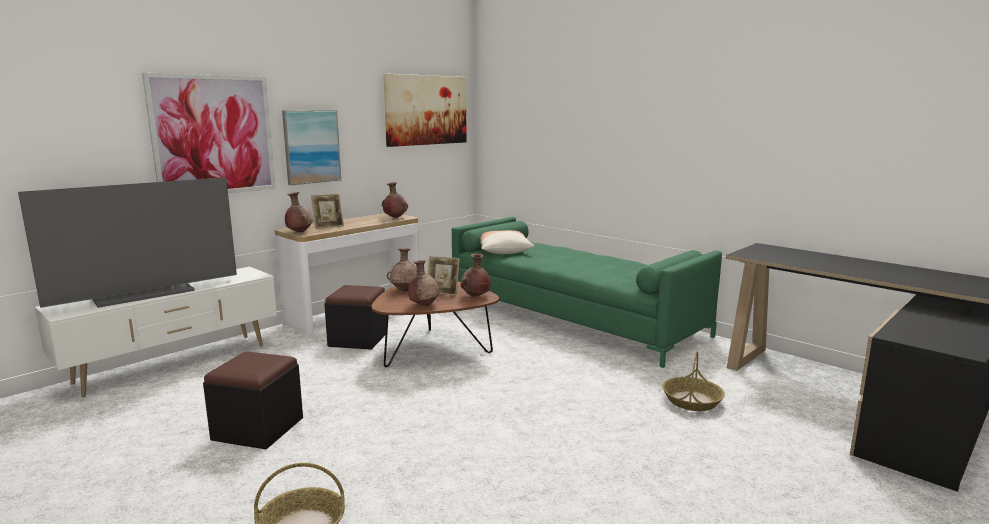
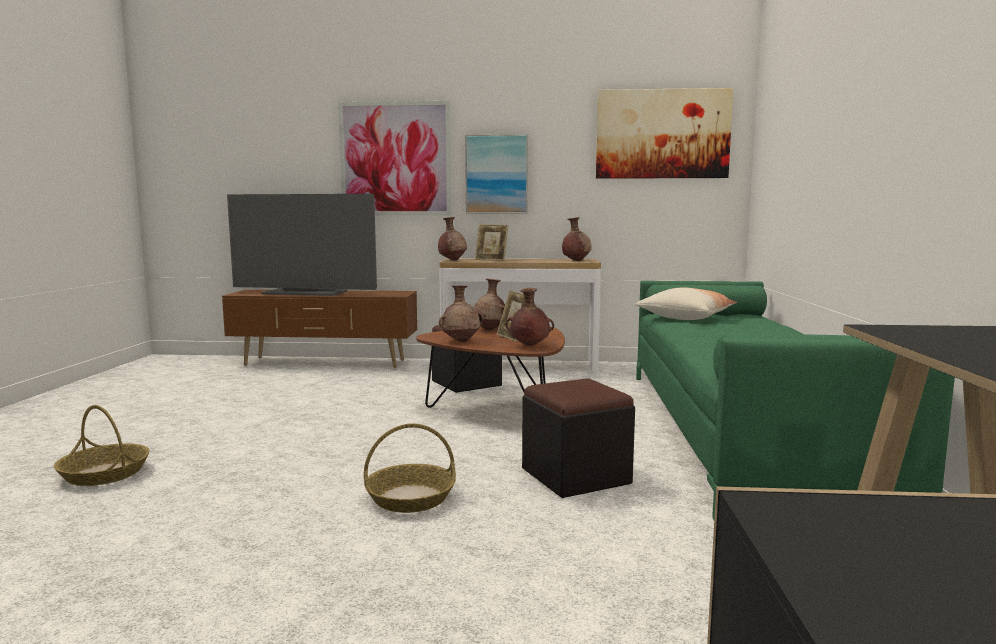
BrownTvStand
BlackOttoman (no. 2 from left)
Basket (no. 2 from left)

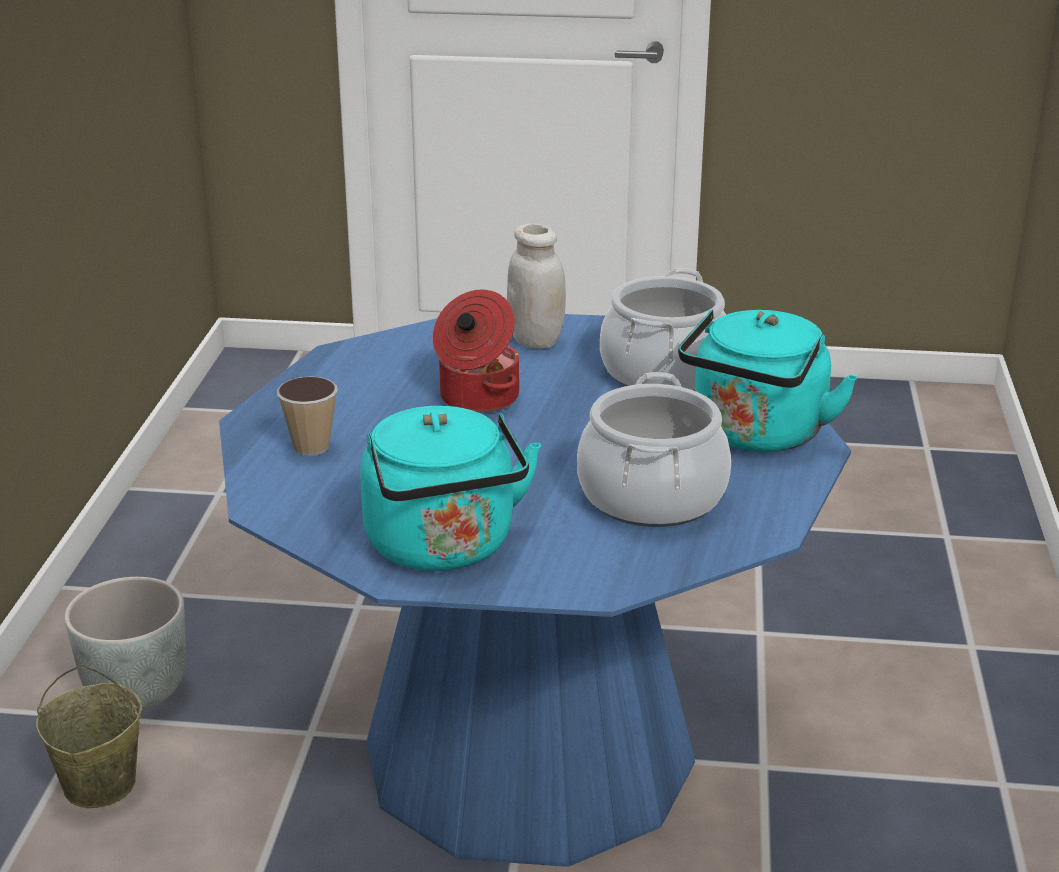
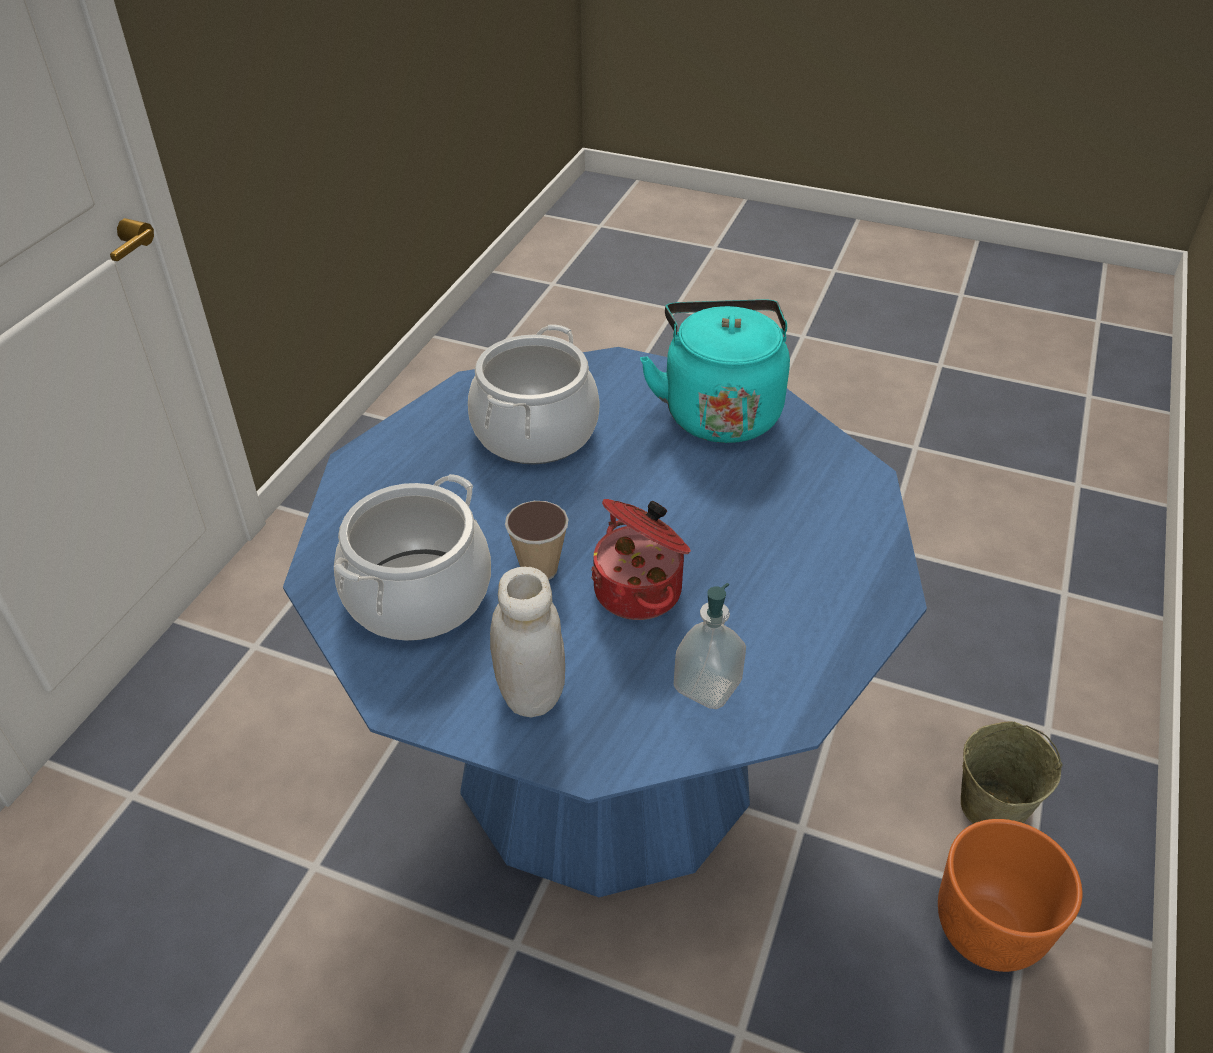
TurquoiseKettle (no. 2 from left in the first image)
Cup
OrangePlanter
SoapDispenser

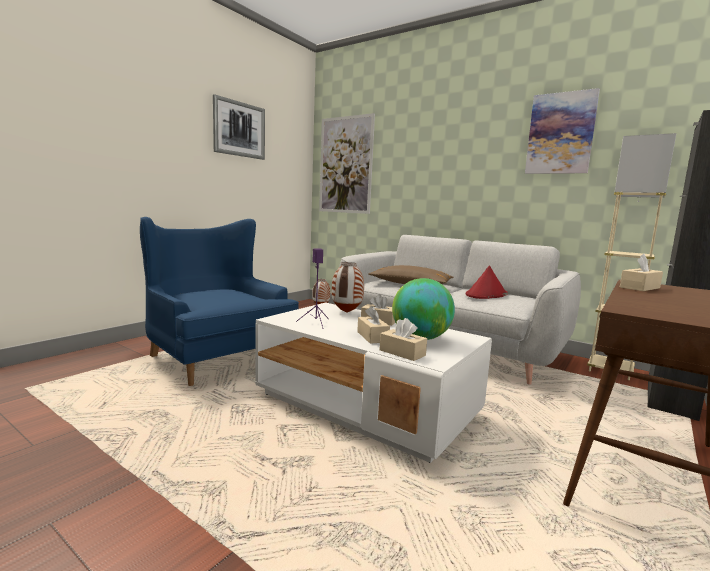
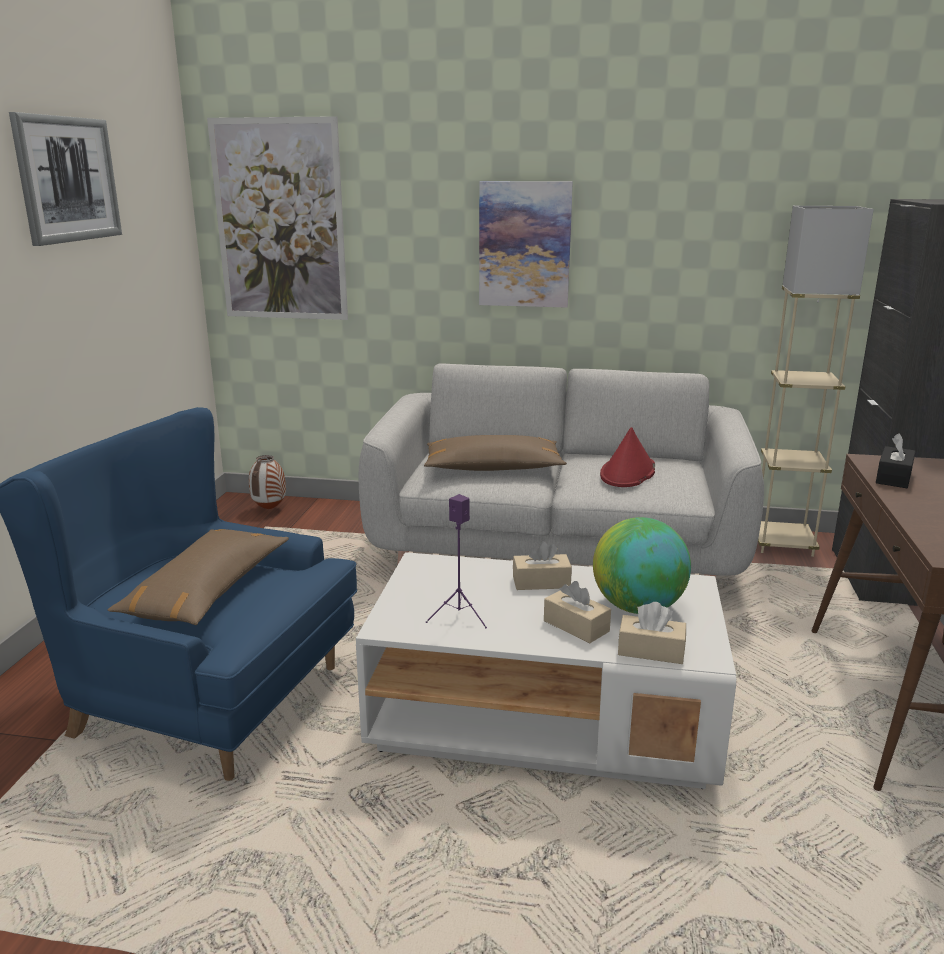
Picture (no. 3 from left)
BlackTissueBox
Vase (no. 2 from left in the first image)
BrownPillow (no. 1 from left)

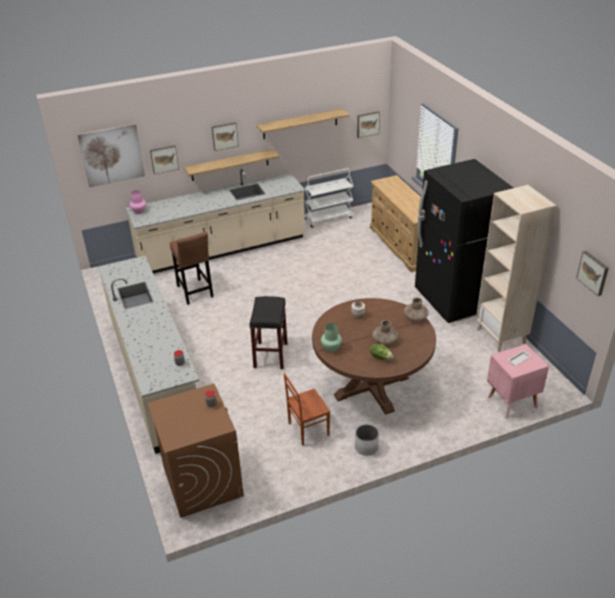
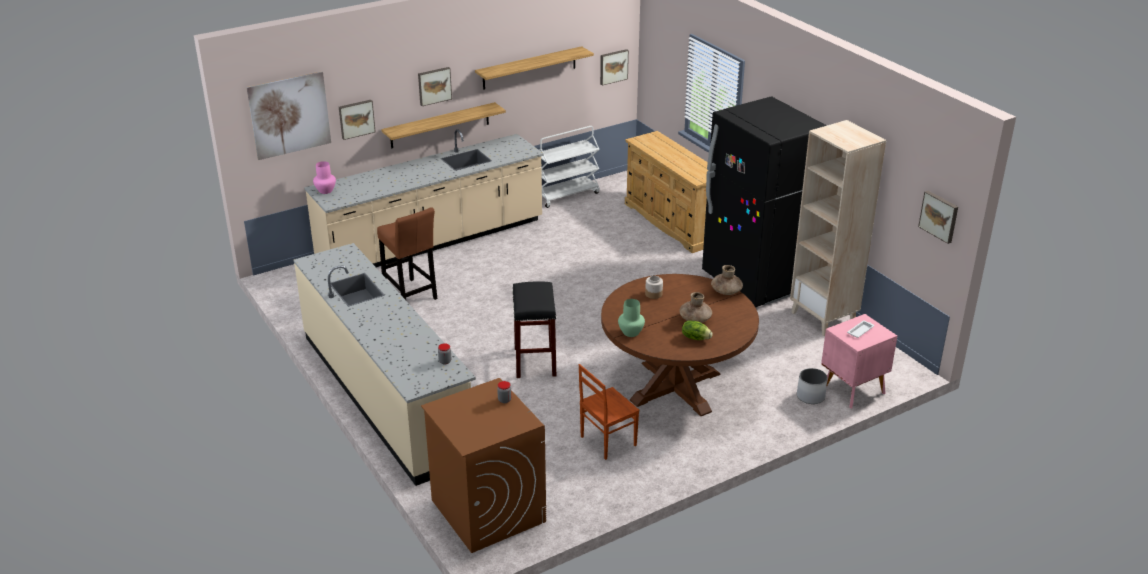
WhitePlanter

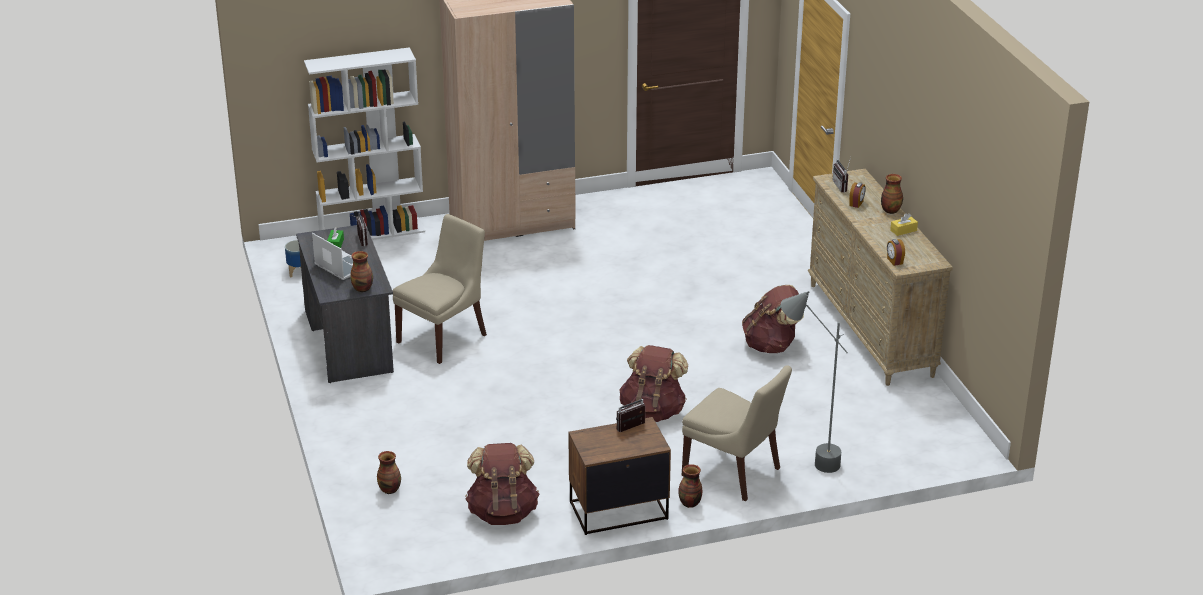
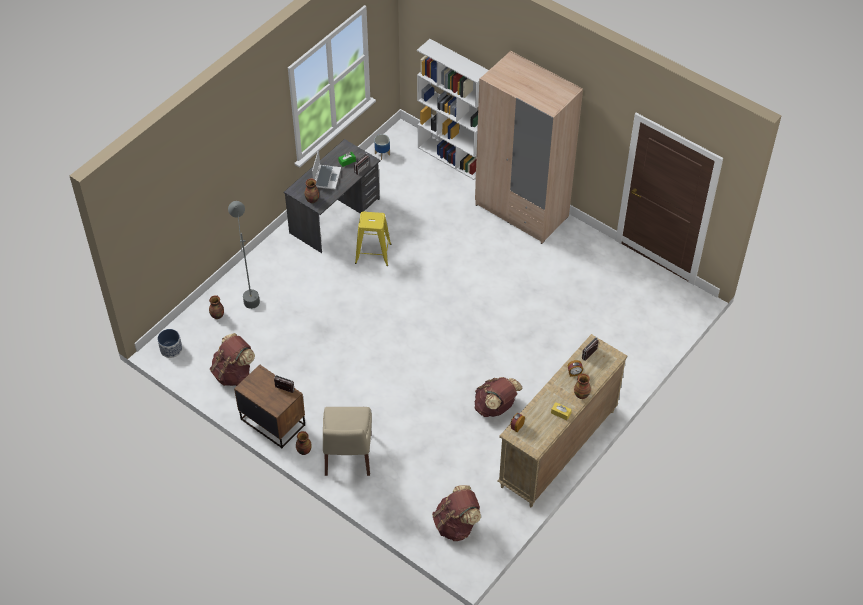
YellowStool
GreyFloorLamp
BrownBackpack (no. 2 from left)
Planter (no. 1 from left)

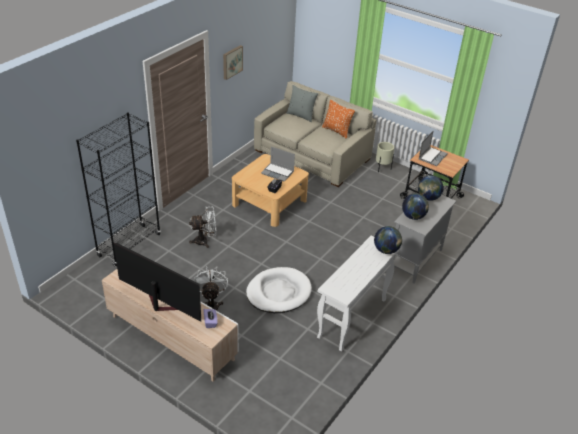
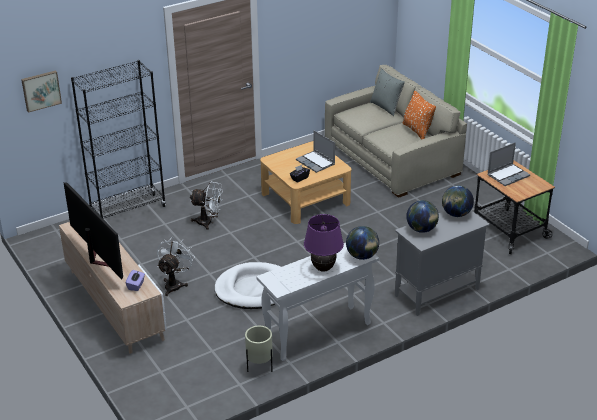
Picture
BeigePlanter
PurpleTableLamp

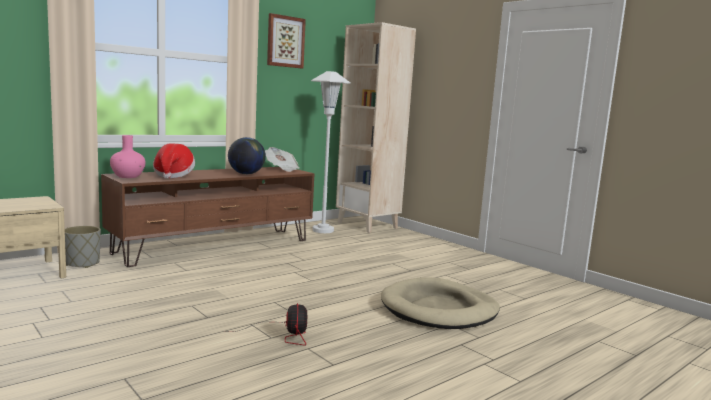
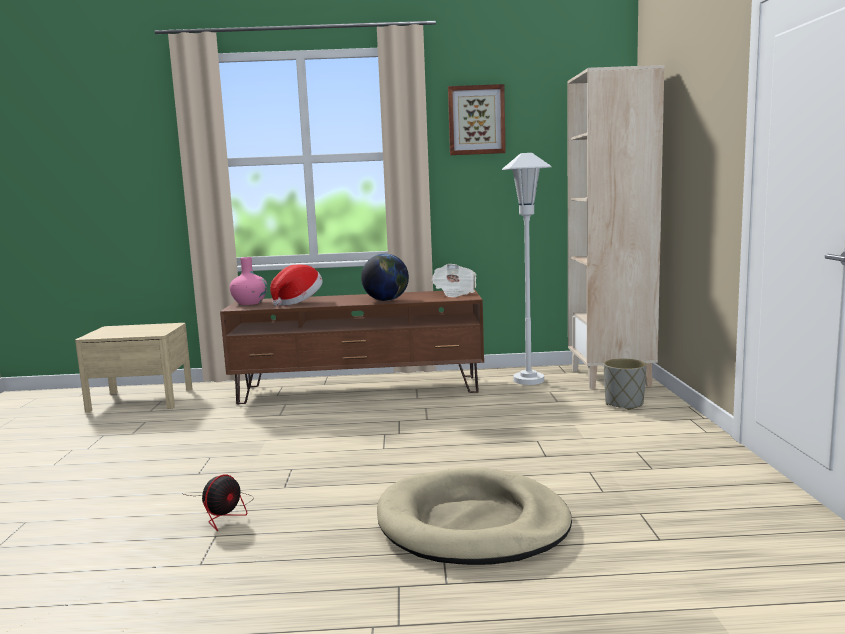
GreyPlanter

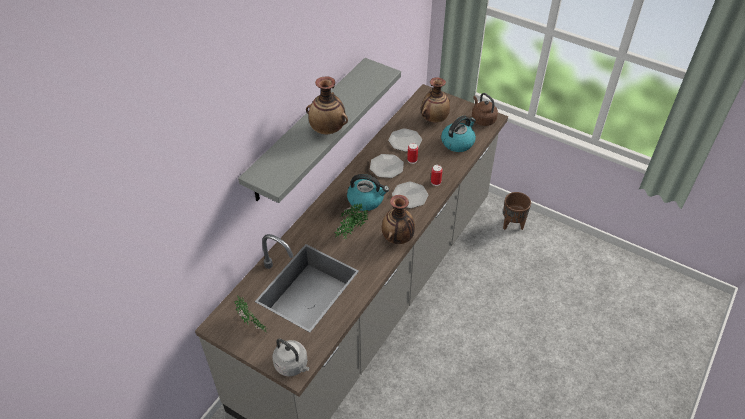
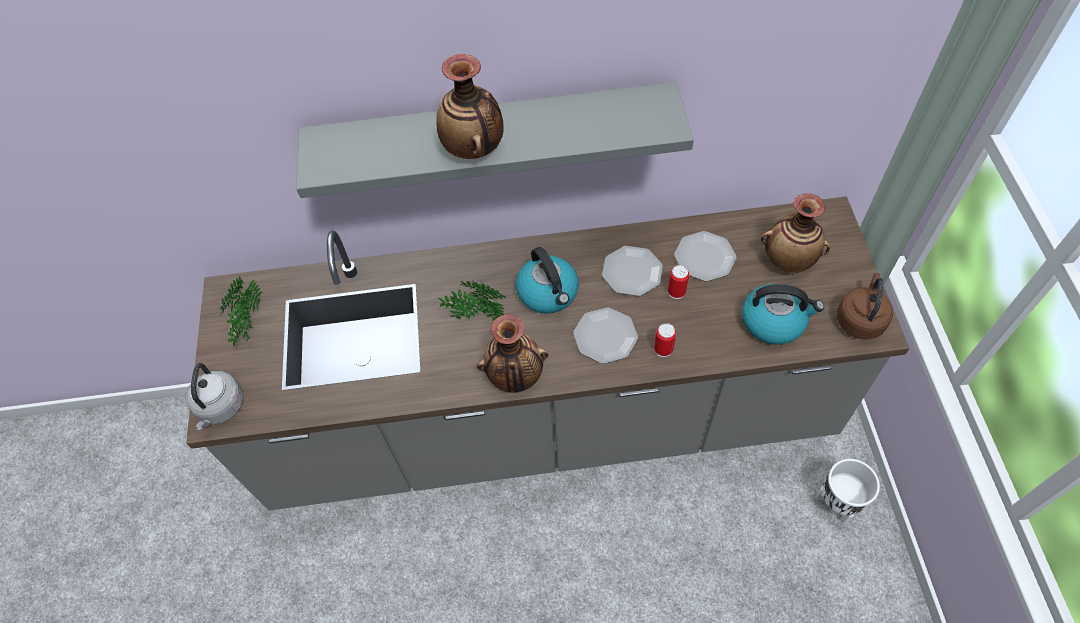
WhitePlanter

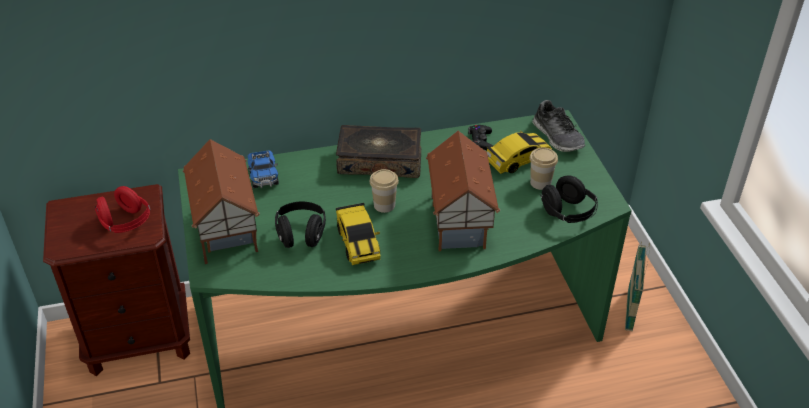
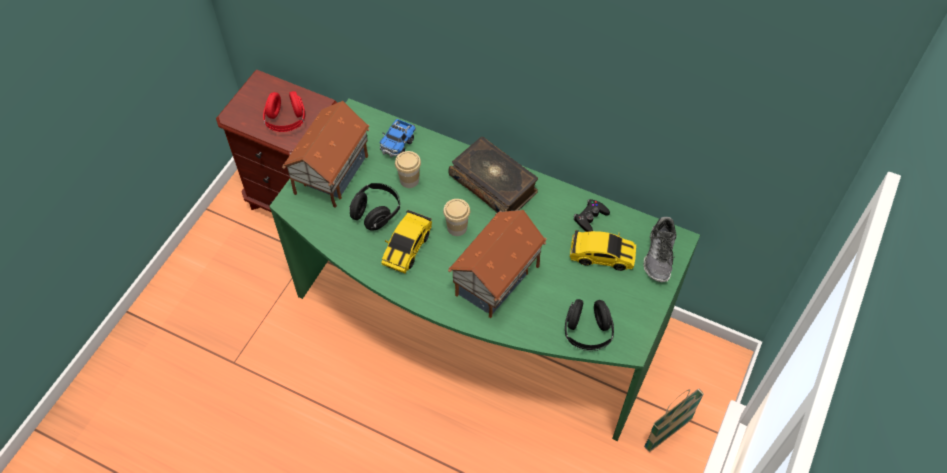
Cup (no. 1 from left)

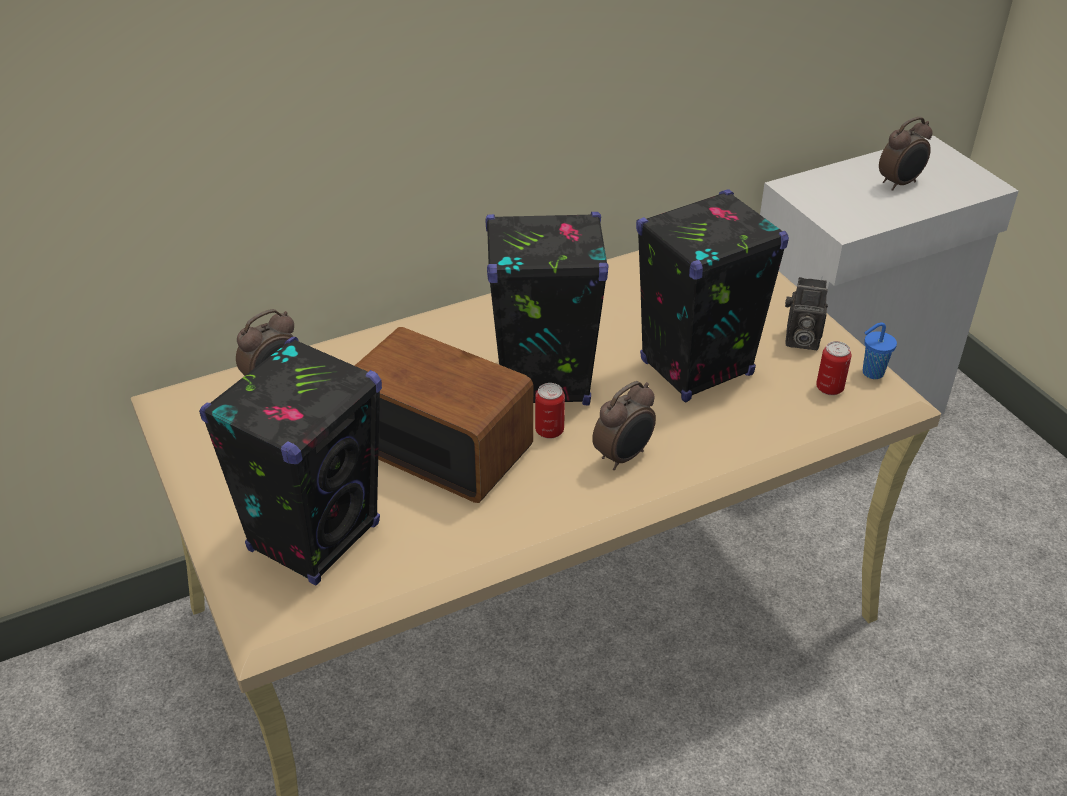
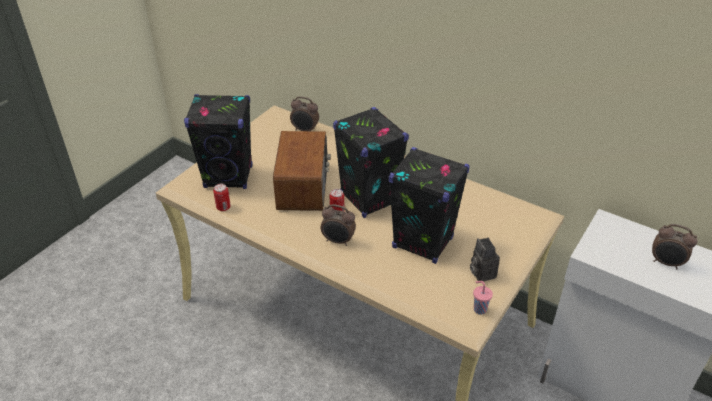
PinkCup
Can (no. 1 from left)

